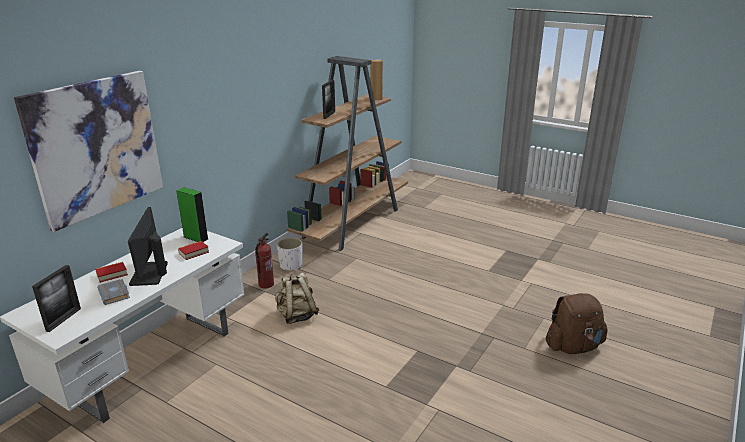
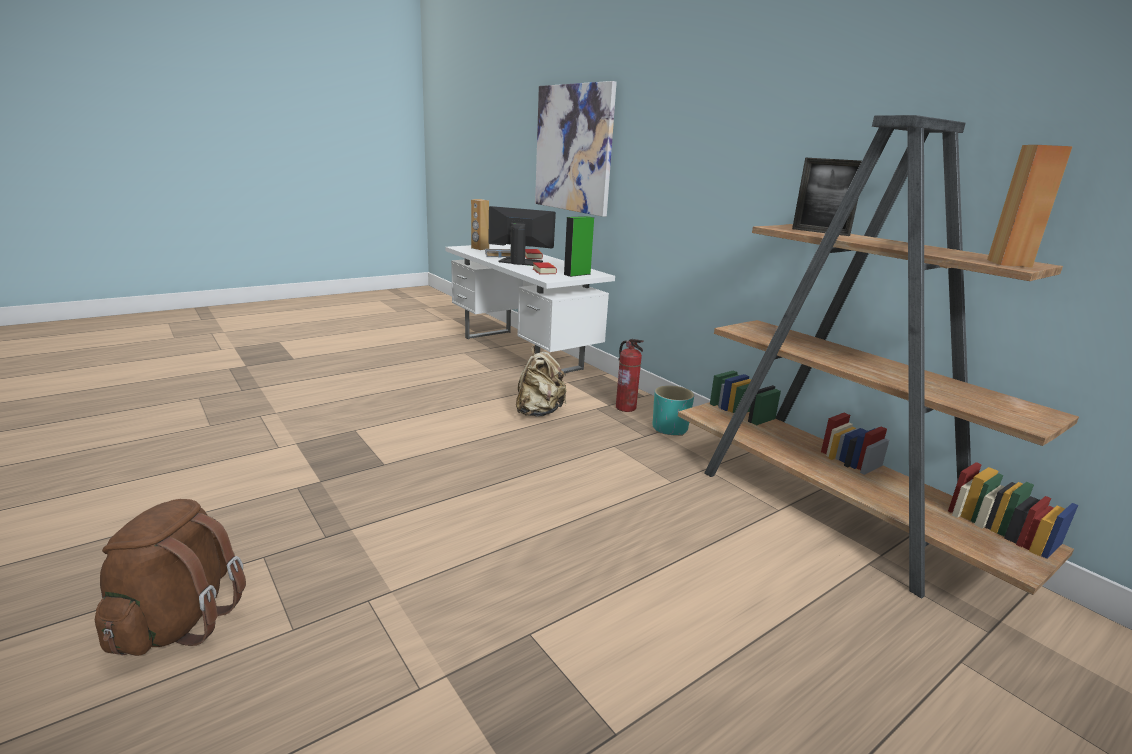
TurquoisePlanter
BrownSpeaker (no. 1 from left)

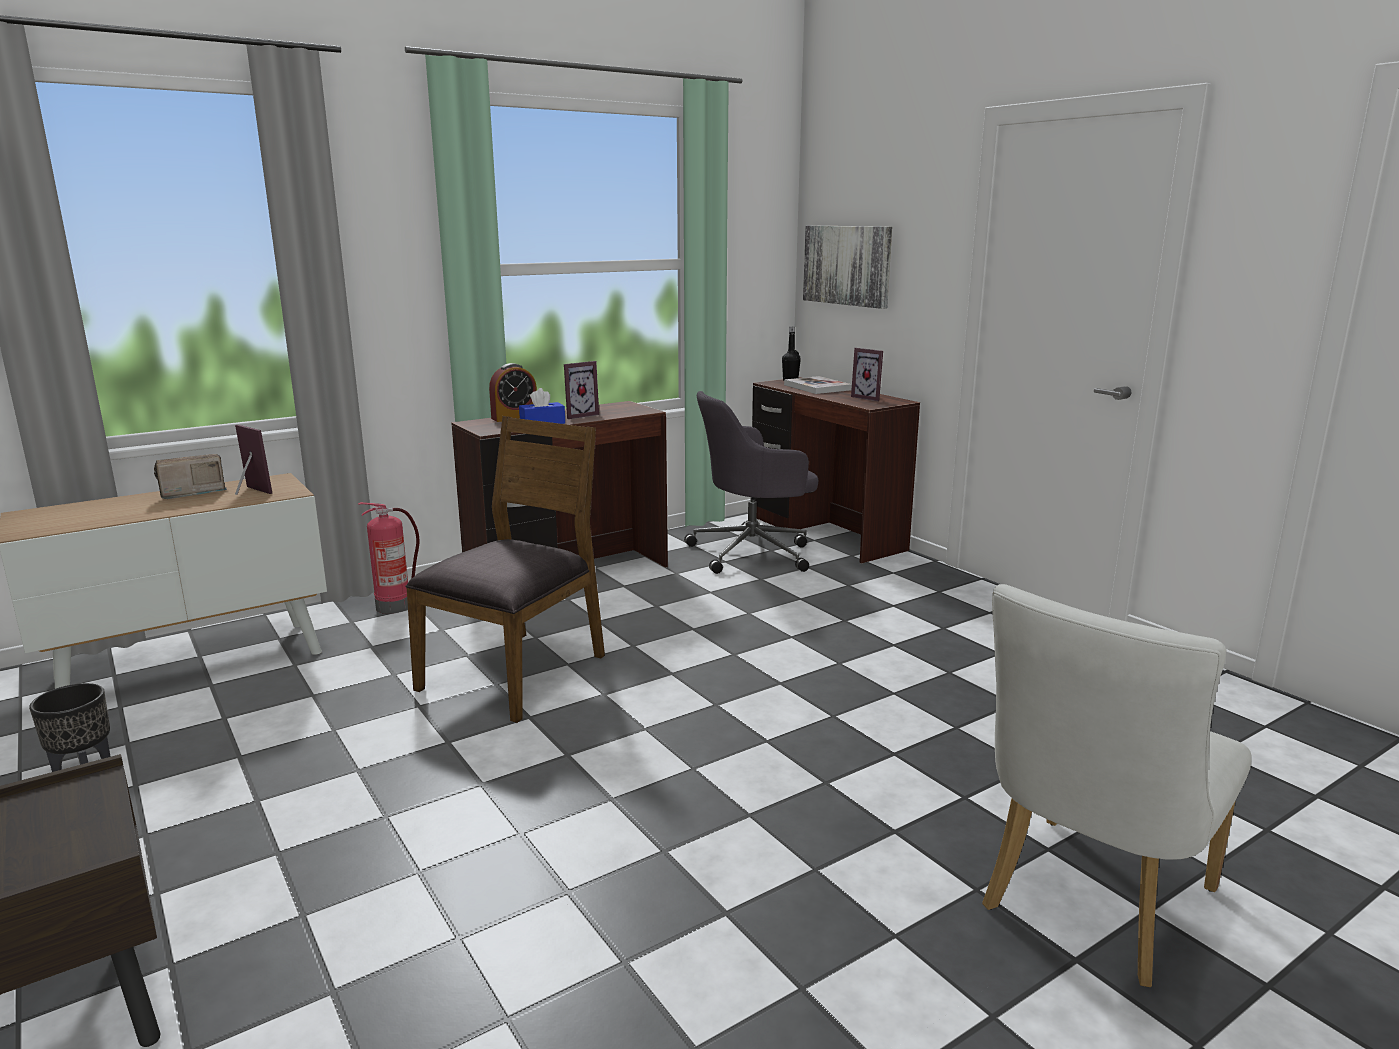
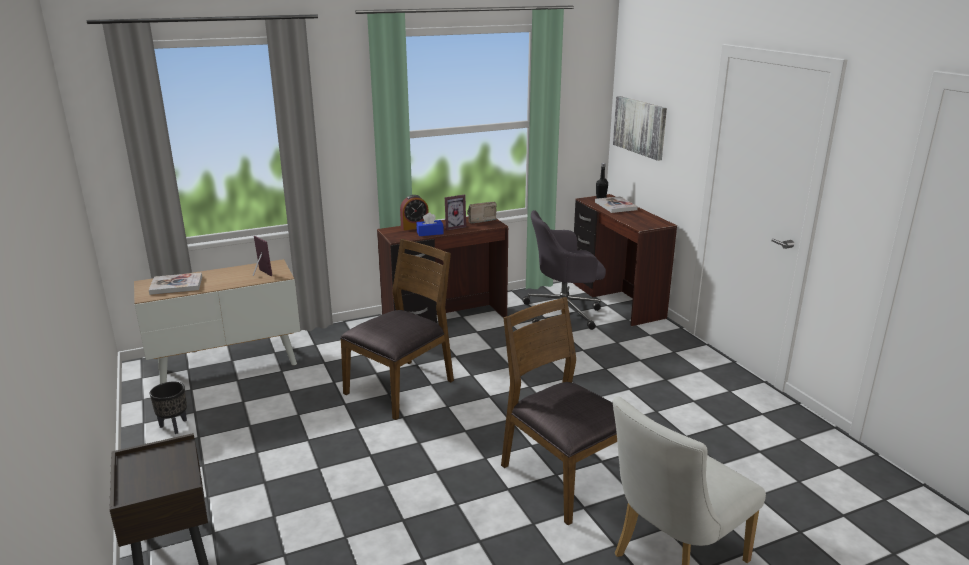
PictureFrame (no. 3 from left in the first image)
Radio
FireExtinguisher
Book (no. 1 from left)
BrownChair (no. 2 from left)

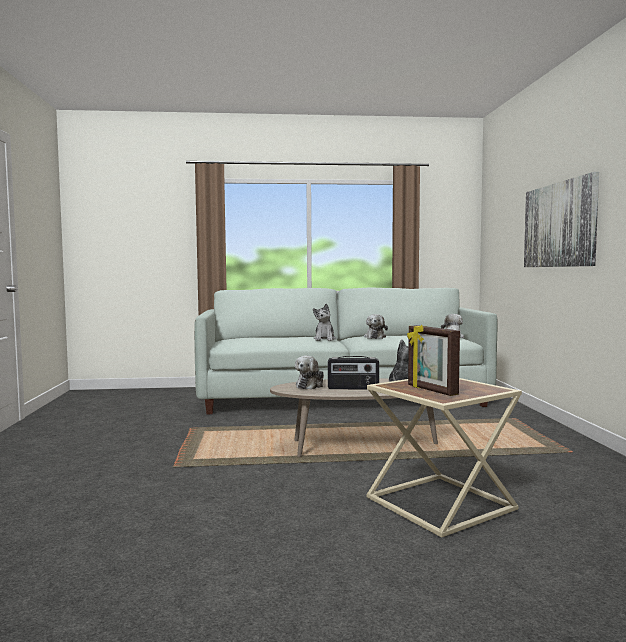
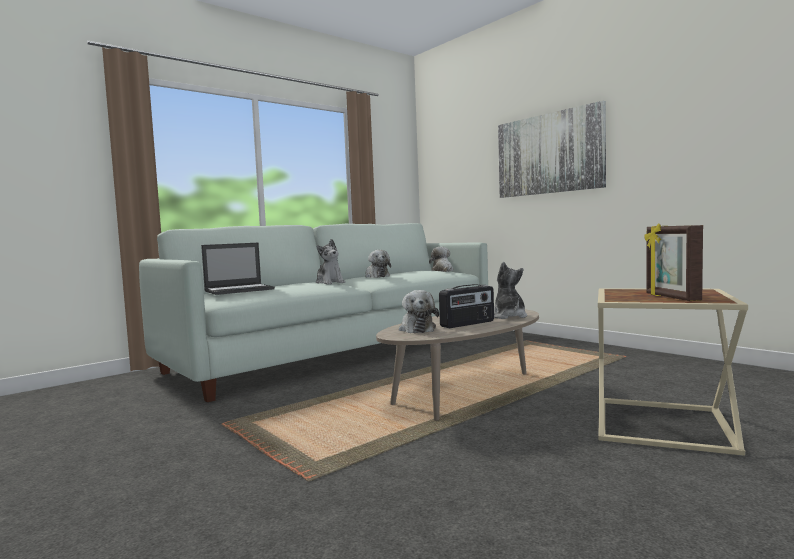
PictureFrame
Laptop

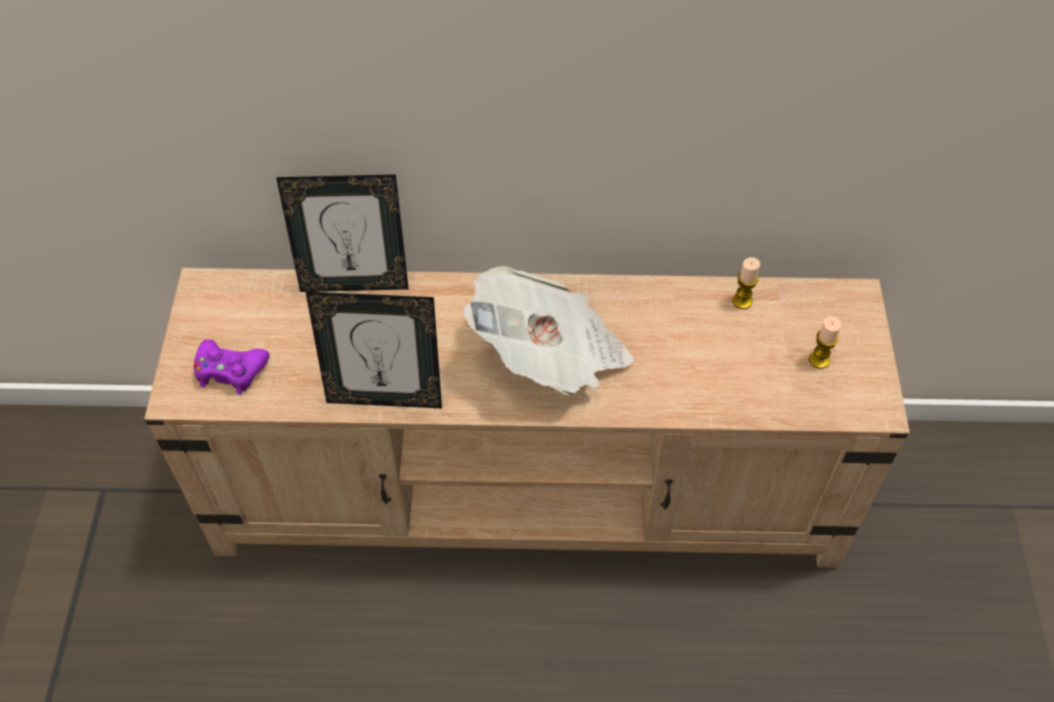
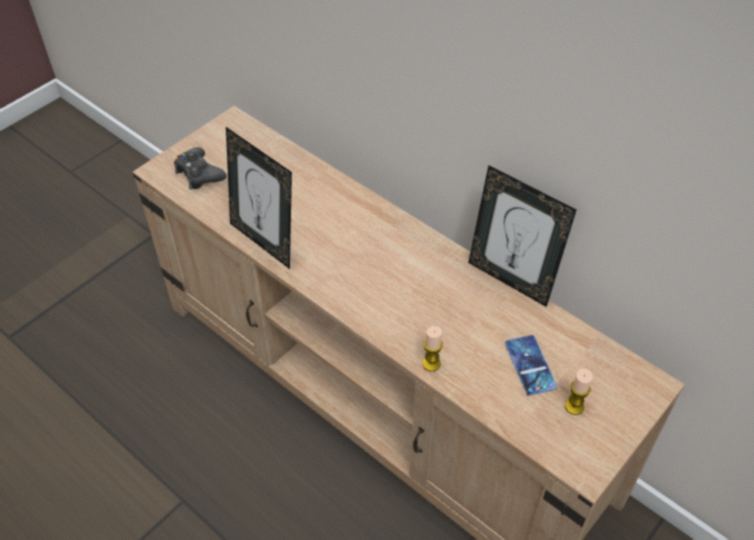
PictureFrame (no. 2 from left)
Candle (no. 1 from left)
Newspaper
BlackGameController
Phone

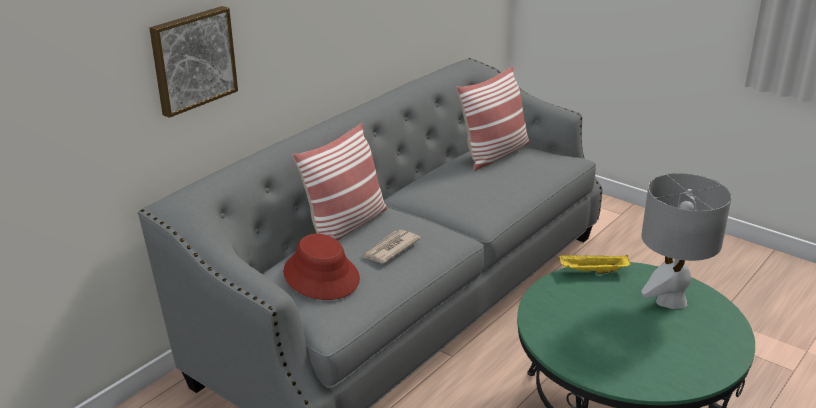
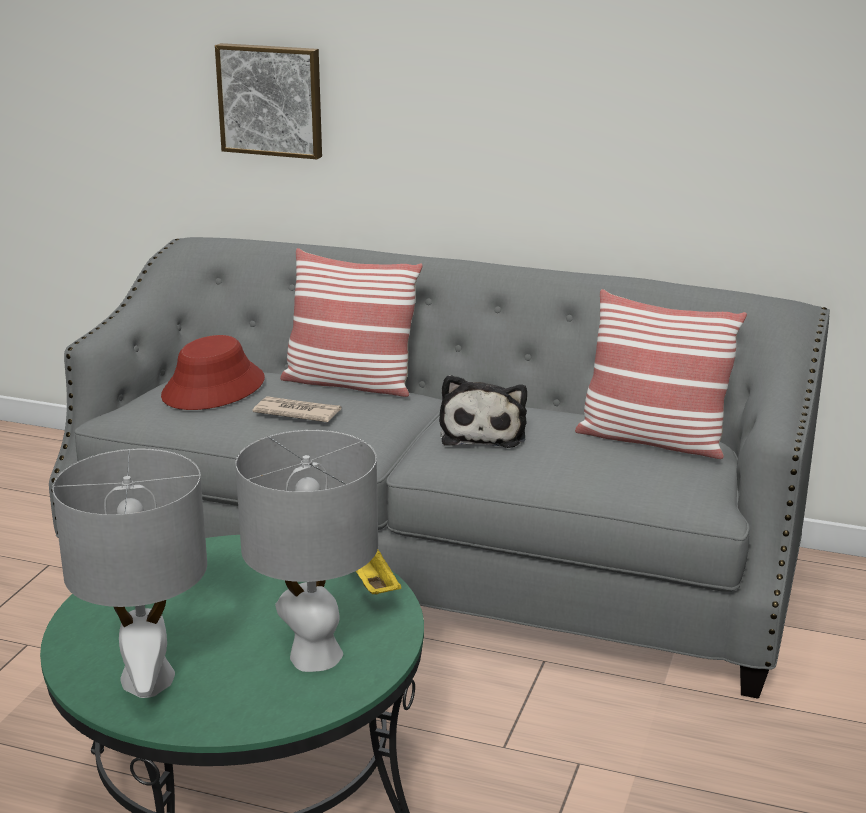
PlushToy
GreyTableLamp (no. 1 from left)

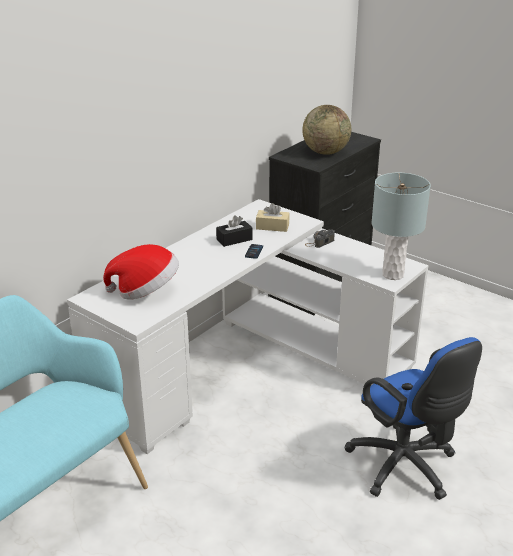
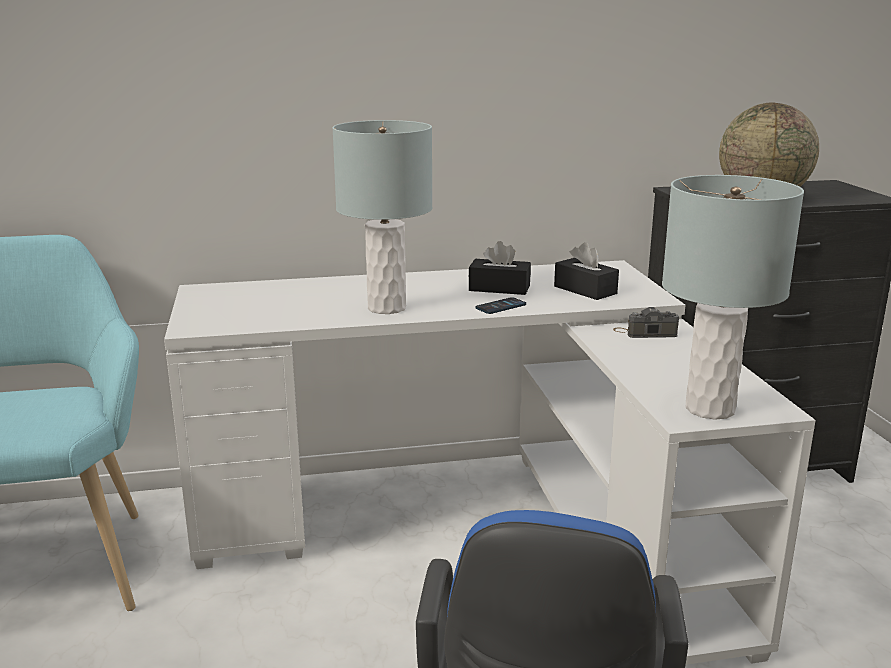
BlackTissueBox (no. 2 from left)
Hat
GreyTableLamp (no. 1 from left)

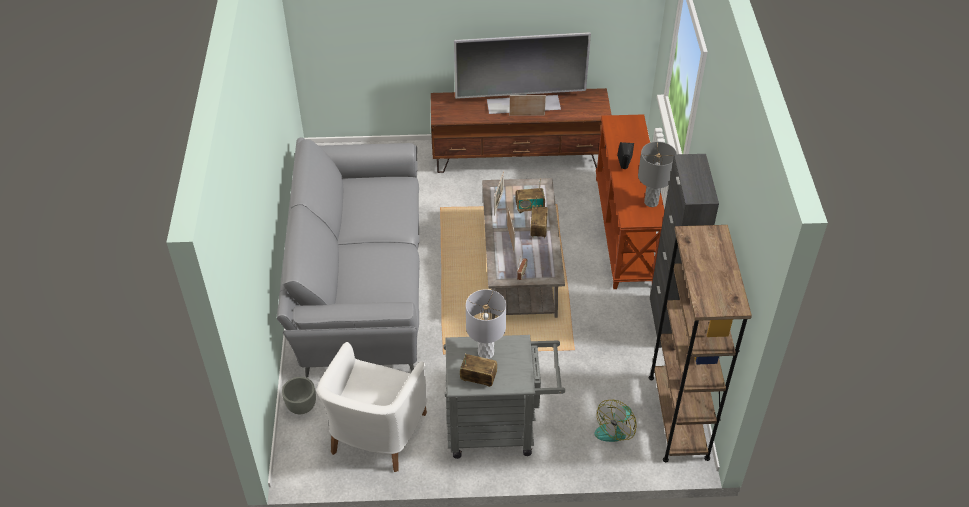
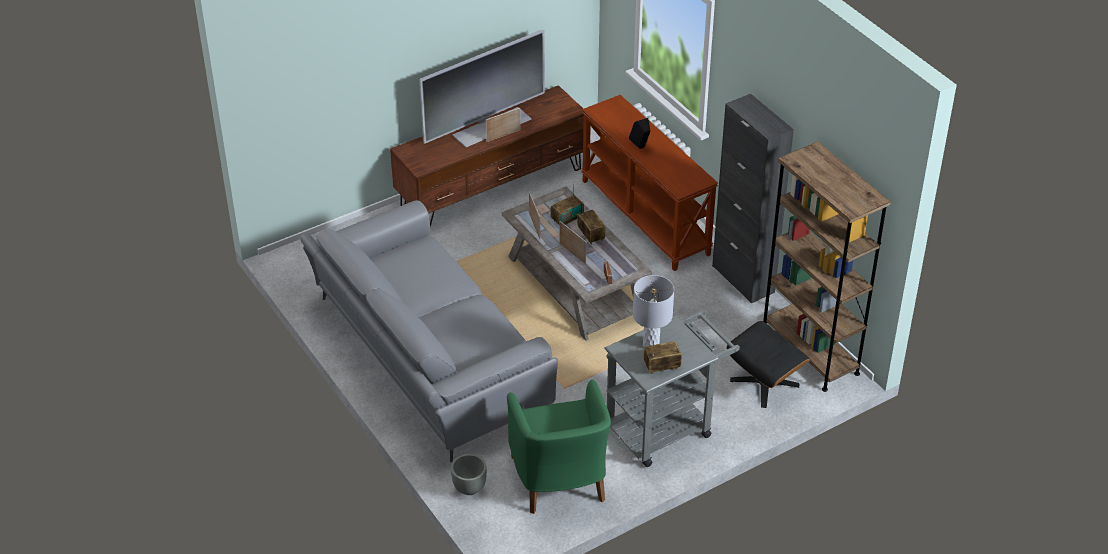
GreyTableLamp (no. 2 from left in the first image)
GreenArmchair
BlackOttoman

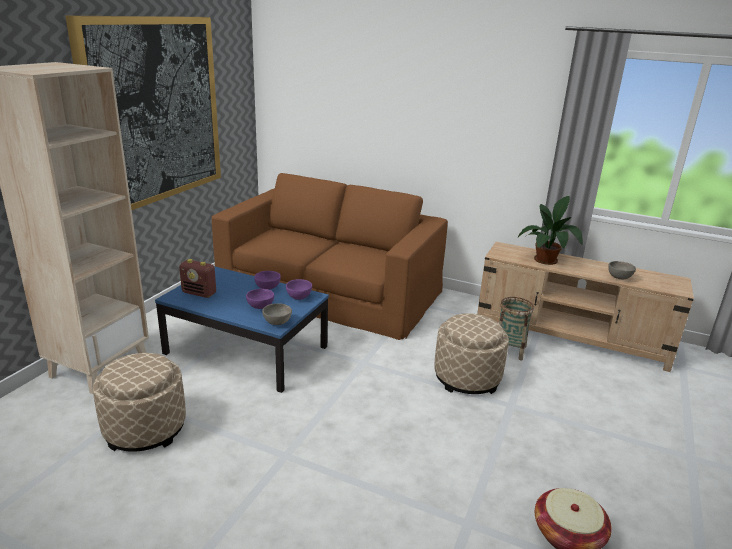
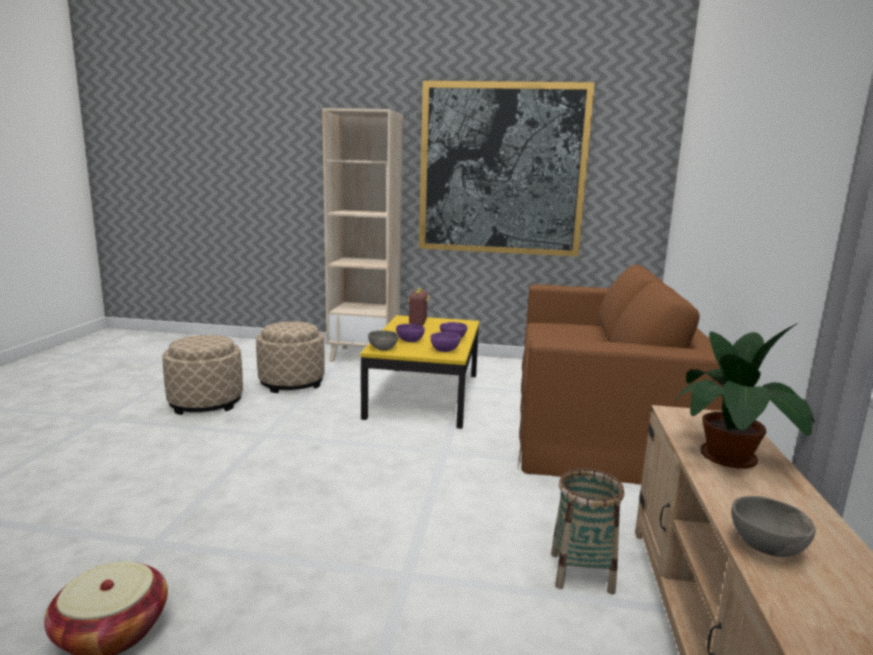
YellowCoffeeTable
BeigeOttoman (no. 1 from left)

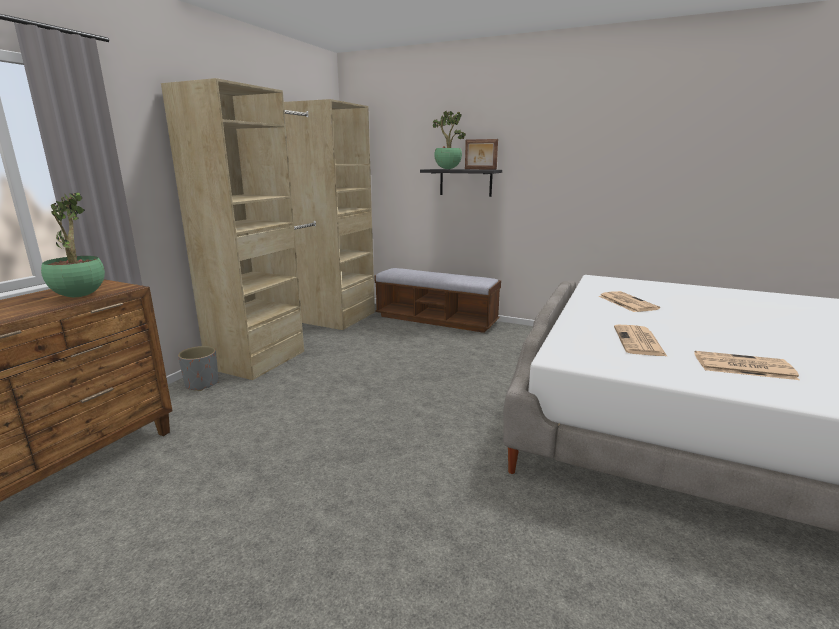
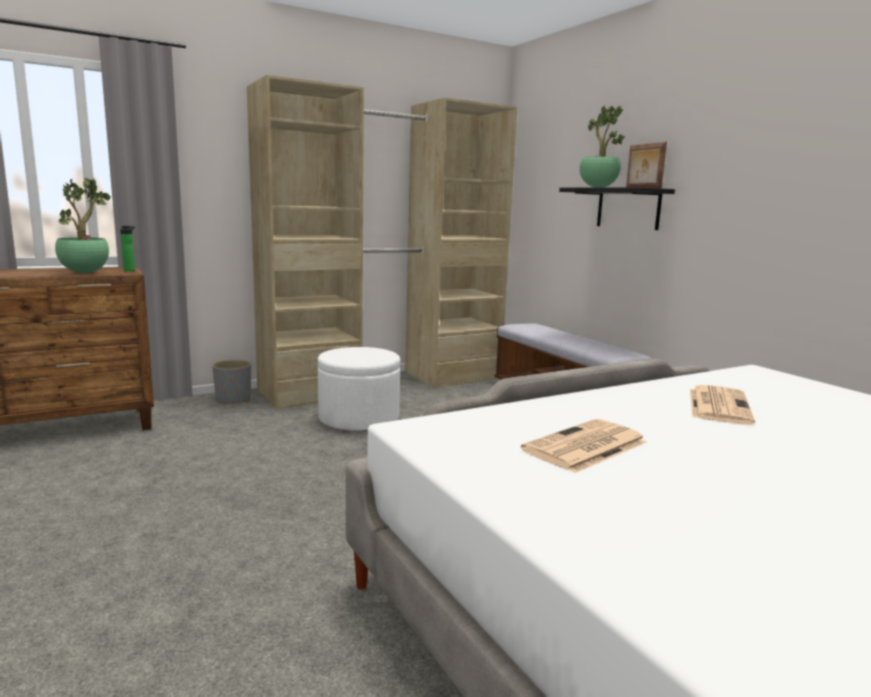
Newspaper (no. 3 from left in the first image)
Bottle
WhiteOttoman

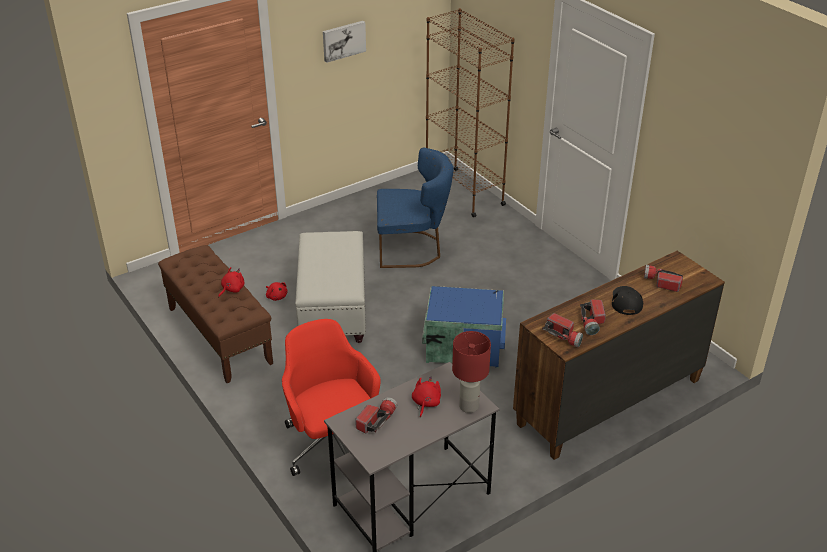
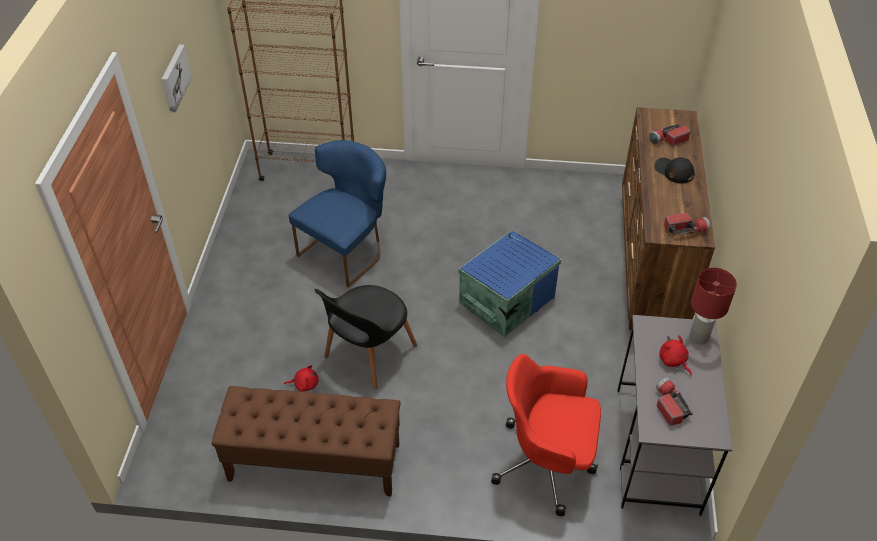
BlackChair
RedPlushToy (no. 1 from left in the first image)
Flashlight (no. 3 from left in the first image)

